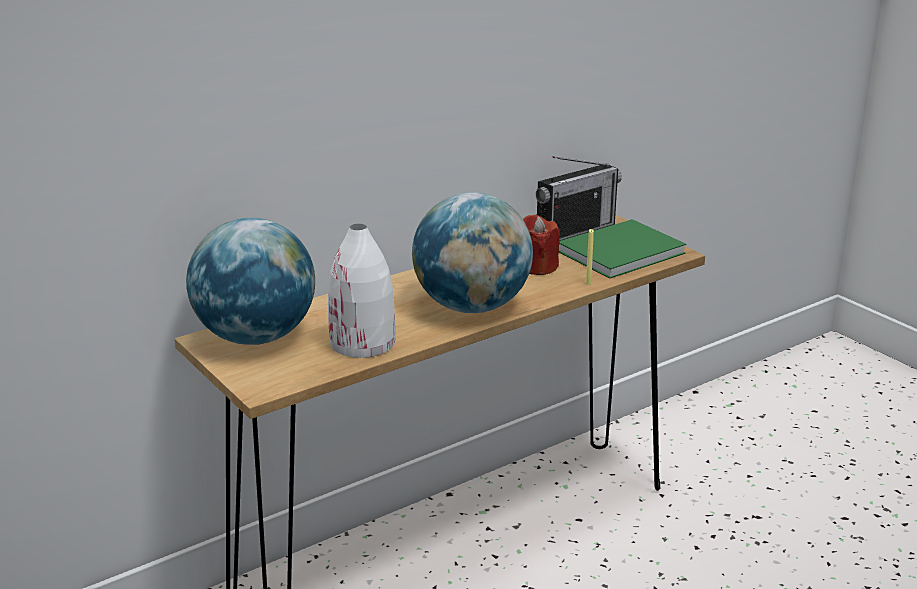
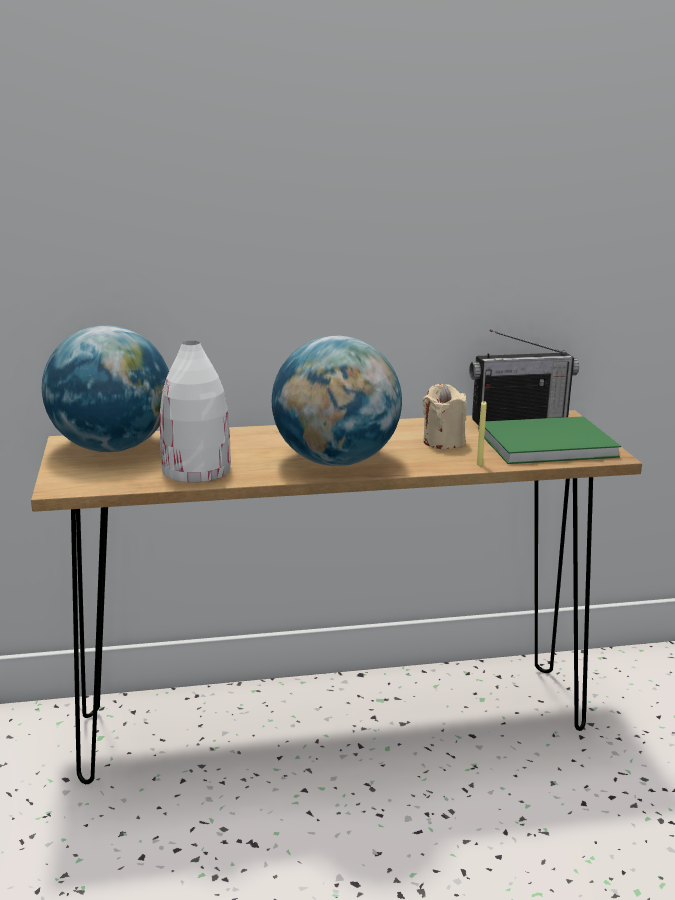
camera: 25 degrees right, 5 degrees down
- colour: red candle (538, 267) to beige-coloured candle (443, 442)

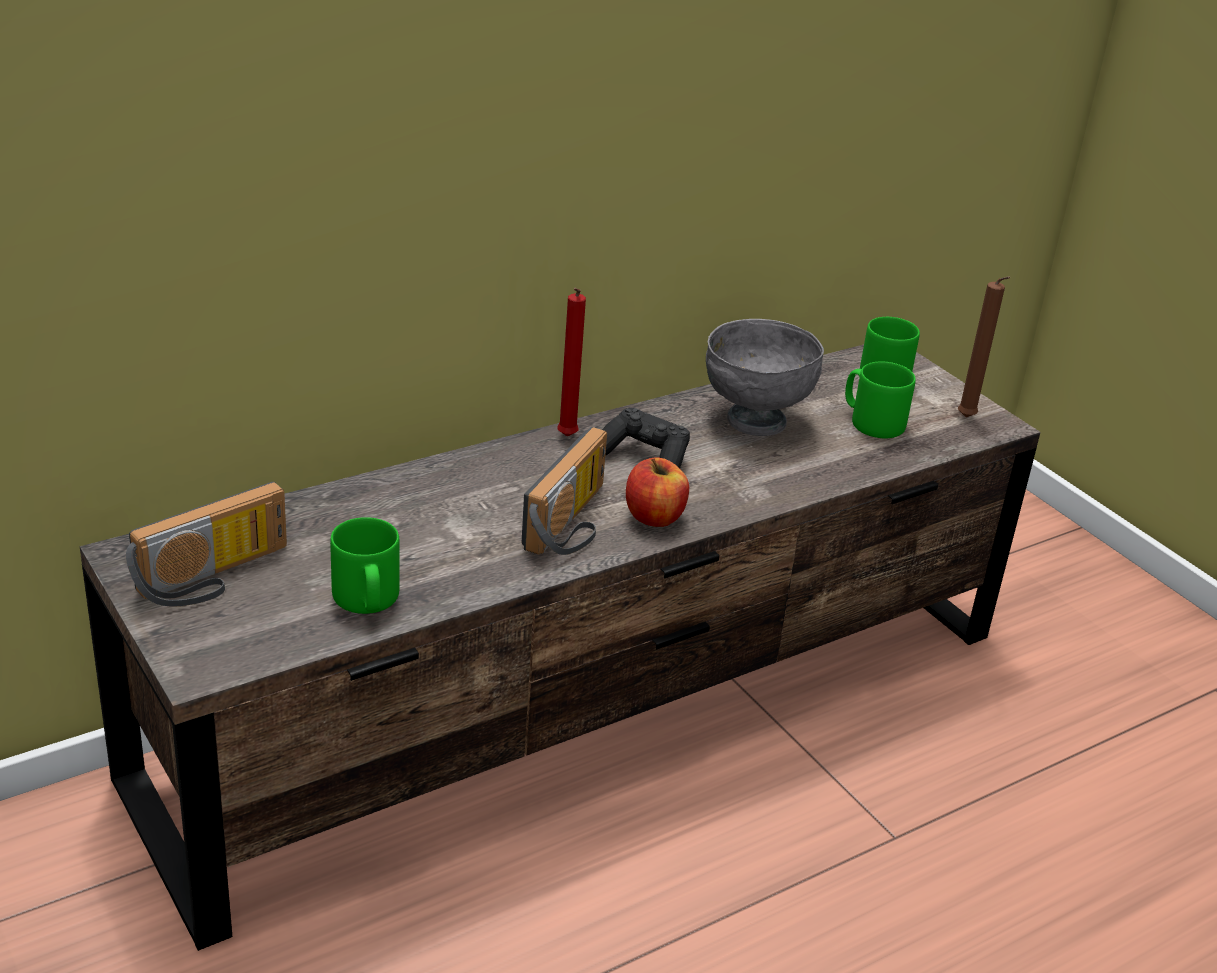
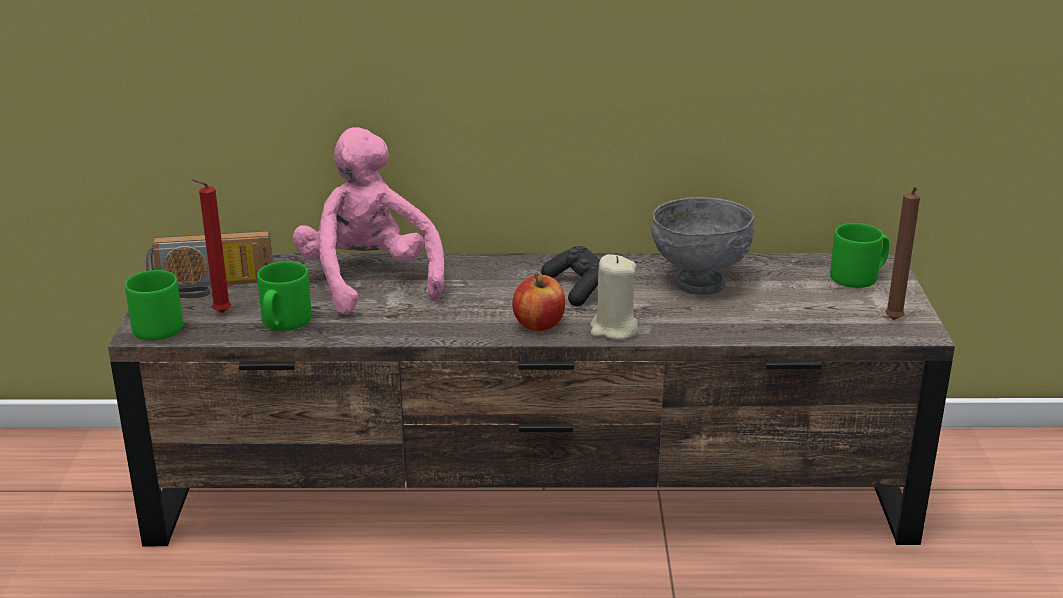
camera: 35 degrees right, 5 degrees down
- missing: radio (574, 523)
- appeared: pinkish soft toy (369, 281)
- appeared: beige-coloured candle (614, 329)
- relocated: red candle (566, 438) to (219, 314)
- relocated: greenish coffee mug (872, 422) to (157, 326)

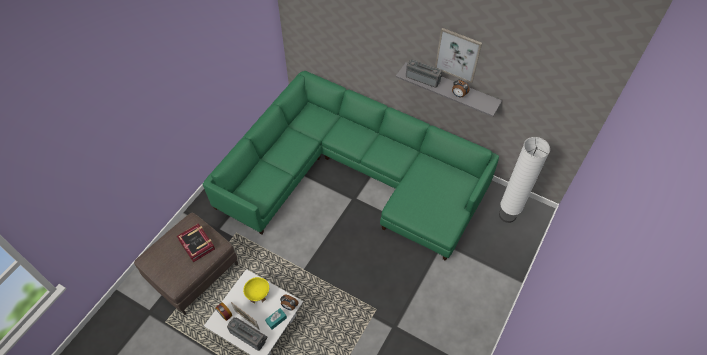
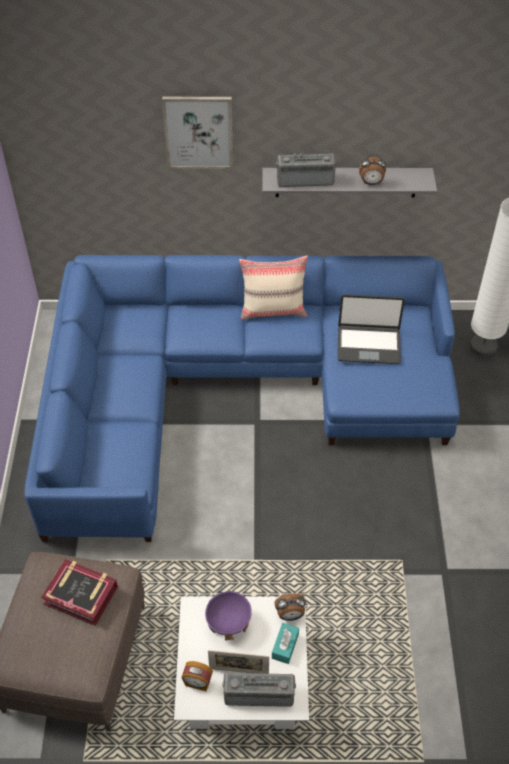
camera: 30 degrees left, 5 degrees down
- appeared: beige-coloured pillow (273, 310)
- appeared: laptop (368, 344)
- relocated: wall picture (458, 55) to (198, 132)
- colour: greenish settee (353, 175) to bluish settee (232, 388)
- colour: yellow-coloured bowl (258, 294) to purple-coloured bowl (228, 624)

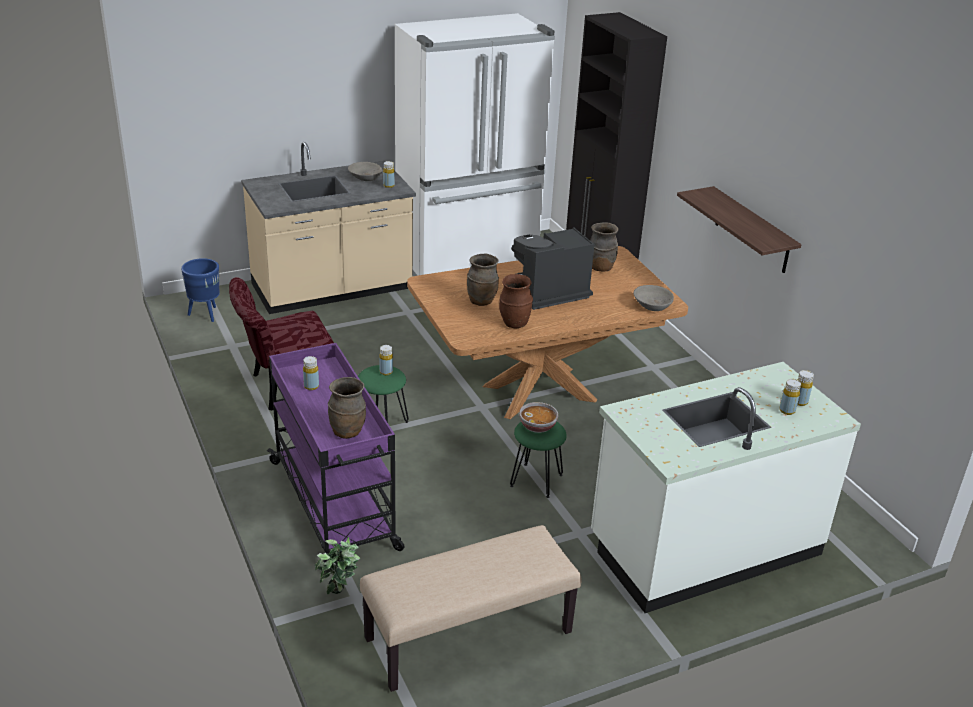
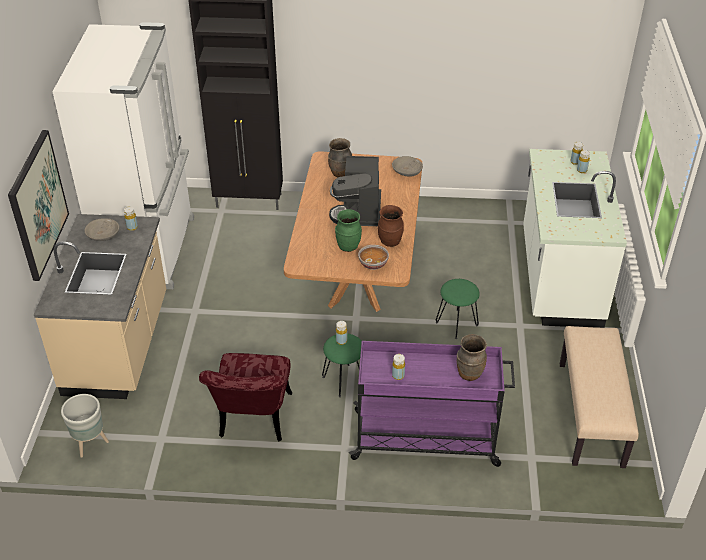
camera: 60 degrees left, 10 degrees up
- missing: plant in a pot (339, 596)
- missing: shelf (752, 230)
- appeared: wall picture (37, 205)
- relocated: bowl (538, 426) to (373, 264)
- colour: bluish planter (205, 315) to gray planter (91, 444)
- colour: brown vase (481, 301) to greenish vase (348, 246)

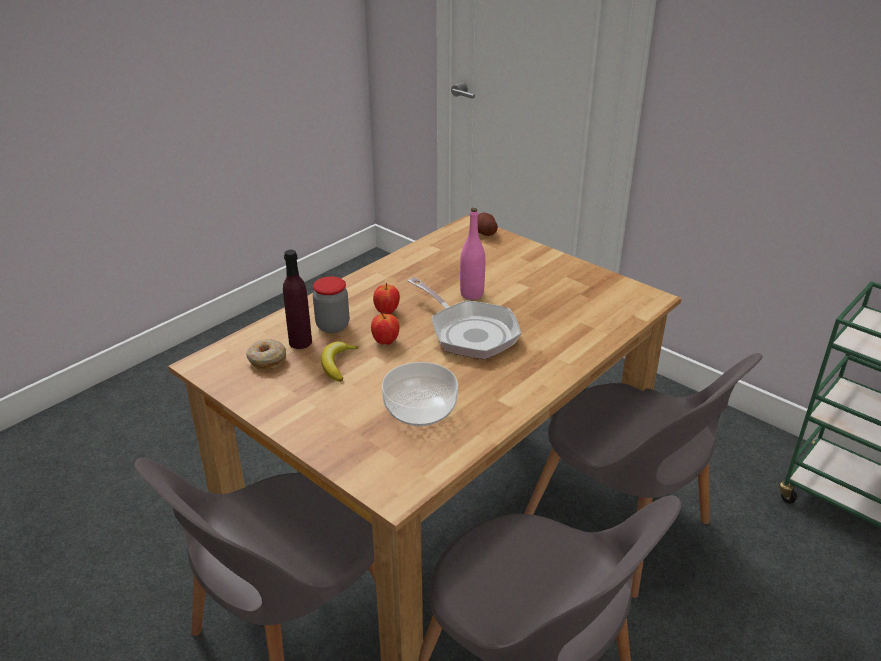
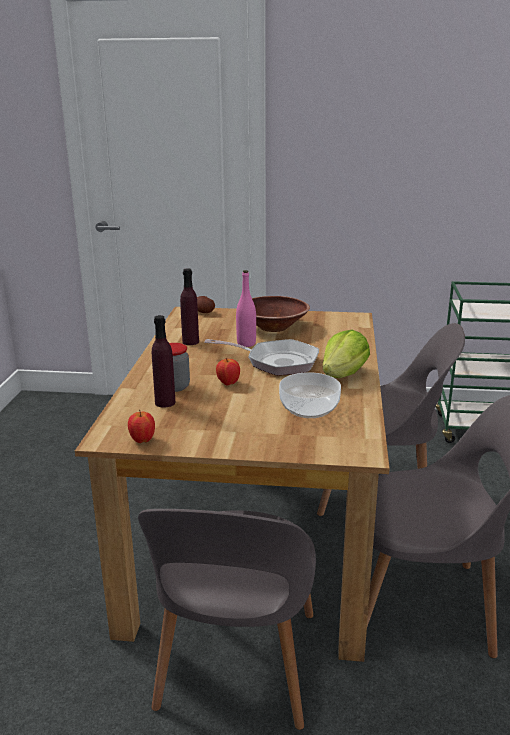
camera: 35 degrees left, 10 degrees down
- missing: ring doughnut (266, 360)
- missing: banana (337, 364)
- appeared: purple-coloured bottle (190, 342)
- appeared: brown bowl (273, 327)
- appeared: lettuce (344, 375)
- relocated: apple (387, 311) to (142, 440)

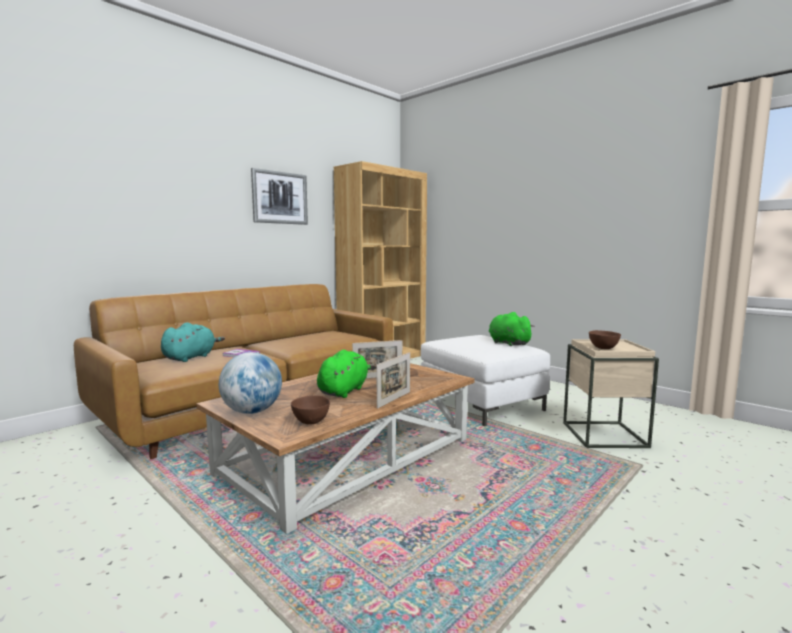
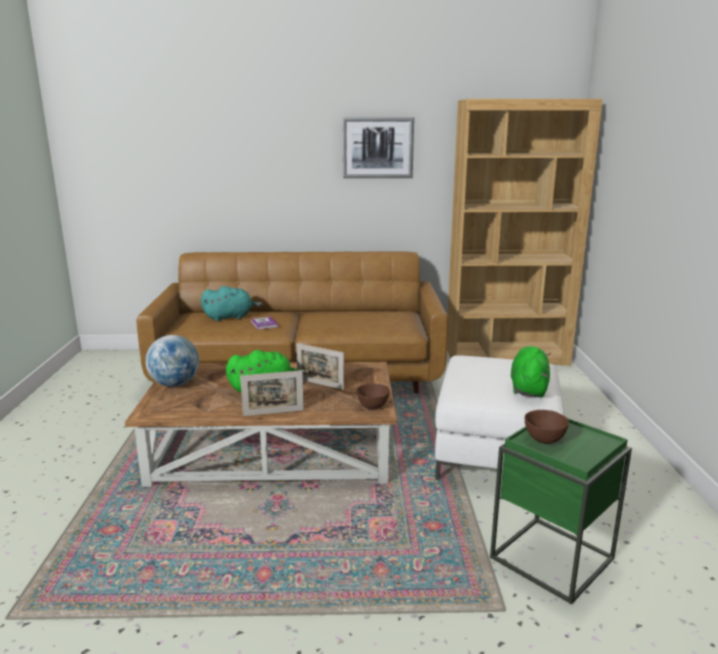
camera: 45 degrees right, 10 degrees up
- relocated: brown bowl (311, 421) to (373, 406)
- colour: beige-coloured accent table (603, 434) to greenish accent table (551, 557)

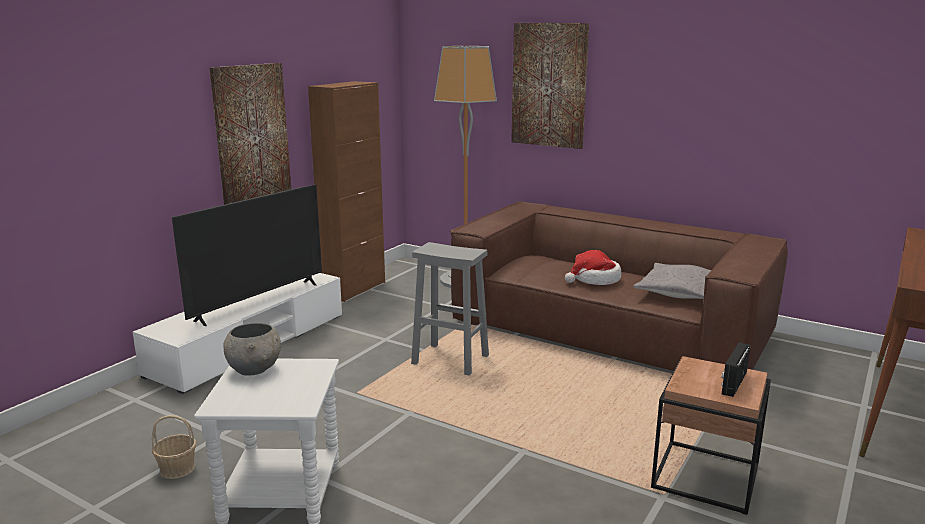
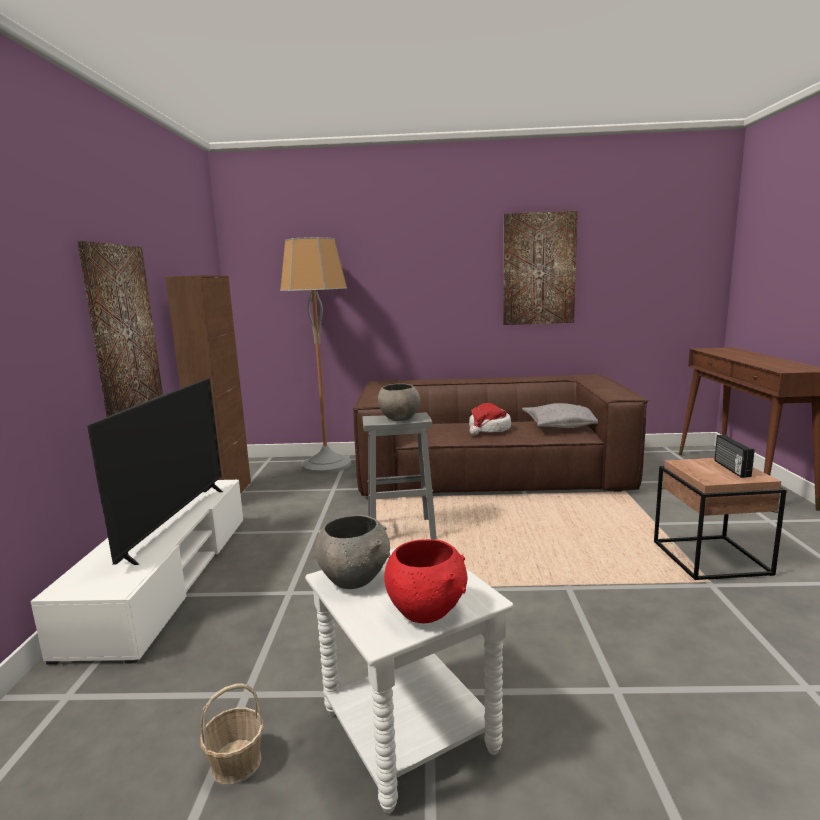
camera: 30 degrees left, 5 degrees down
- appeared: gray bowl (399, 418)
- appeared: red bowl (426, 610)
- relocated: wall picture (549, 85) to (539, 269)

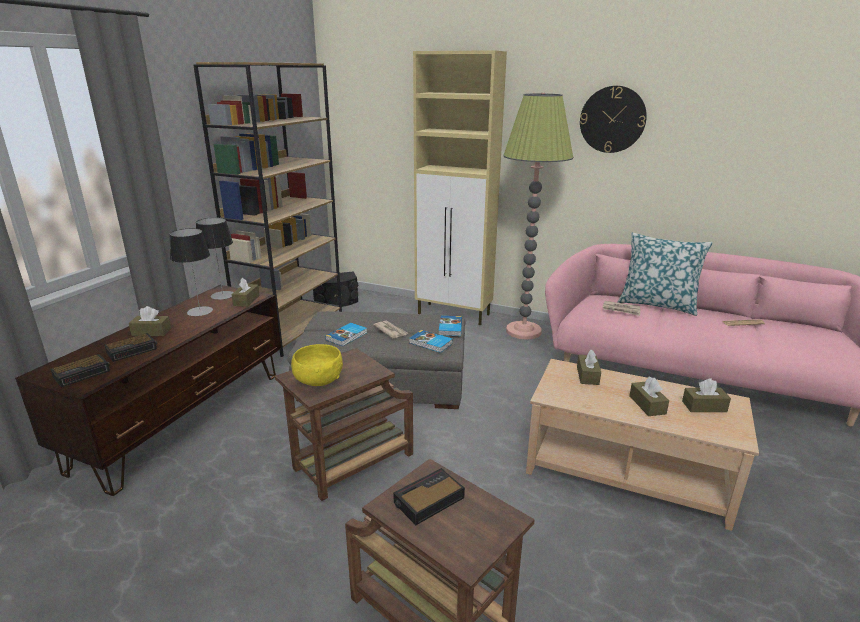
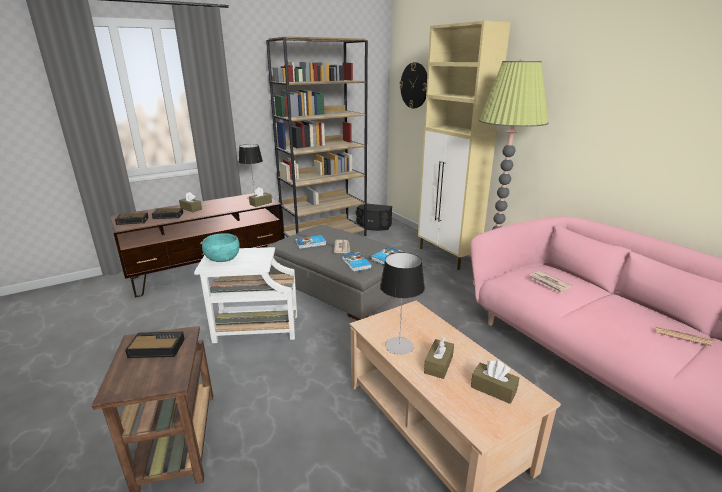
camera: 35 degrees right, 0 degrees up
- missing: brown tissue box (587, 375)
- missing: pillow (657, 304)
- relocated: tabletop lamp (200, 311) to (399, 345)
- relocated: hanging clock (612, 119) to (414, 85)
- colour: brown accent table (350, 463) to white accent table (254, 329)
- colour: yellow-coloured bowl (318, 380) to turquoise-coloured bowl (222, 259)

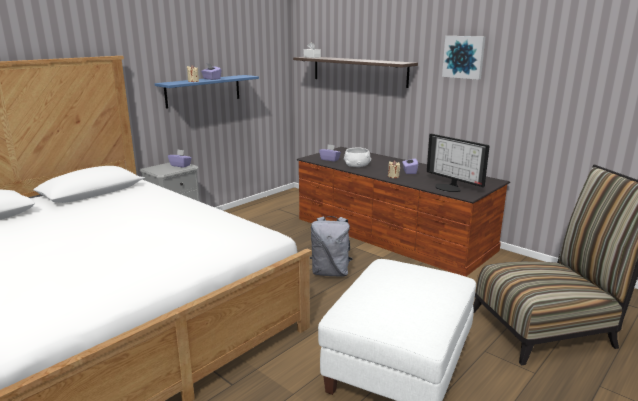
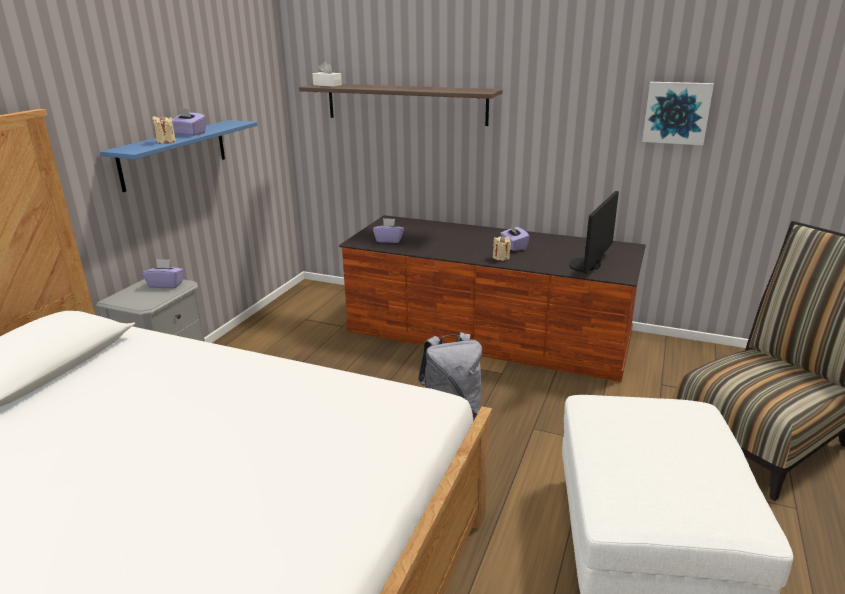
camera: 20 degrees left, 5 degrees up
- missing: white bowl (357, 165)
- relocated: wall picture (464, 57) to (677, 112)
- spun: computer display (449, 187) = (587, 265) 90 degrees clockwise

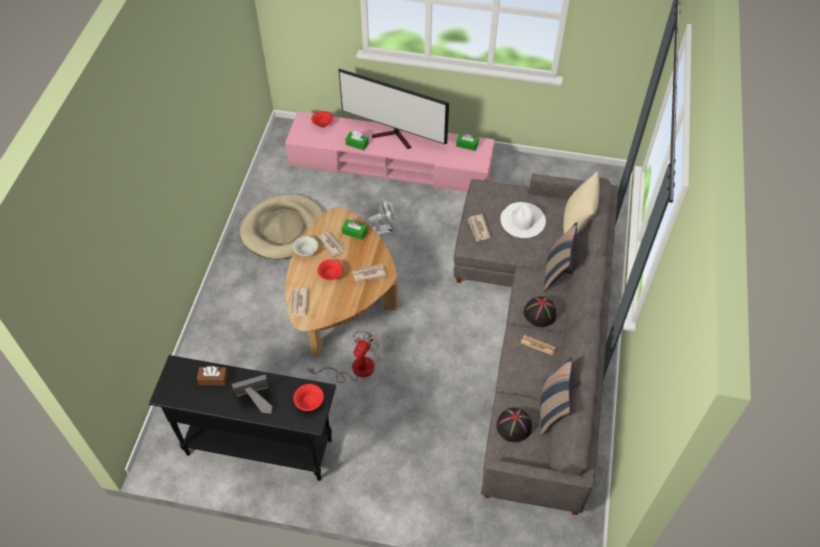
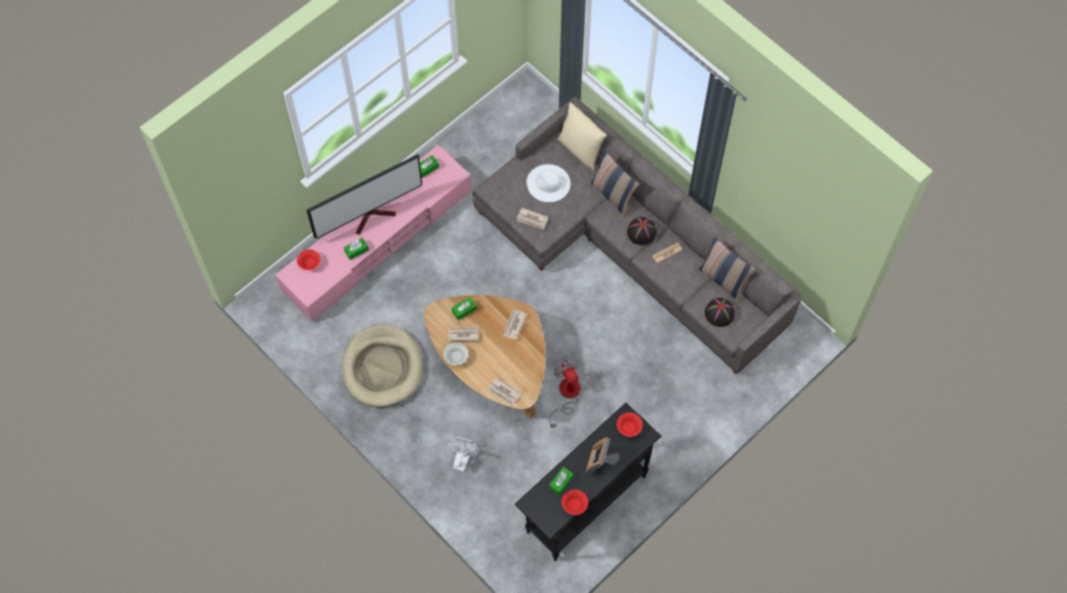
camera: 55 degrees left, 10 degrees up
- relocated: red bowl (330, 275) to (574, 505)
- relocated: white cooling fan (385, 230) to (462, 458)
- colour: brown tissue box (213, 379) to greenish tissue box (561, 482)

